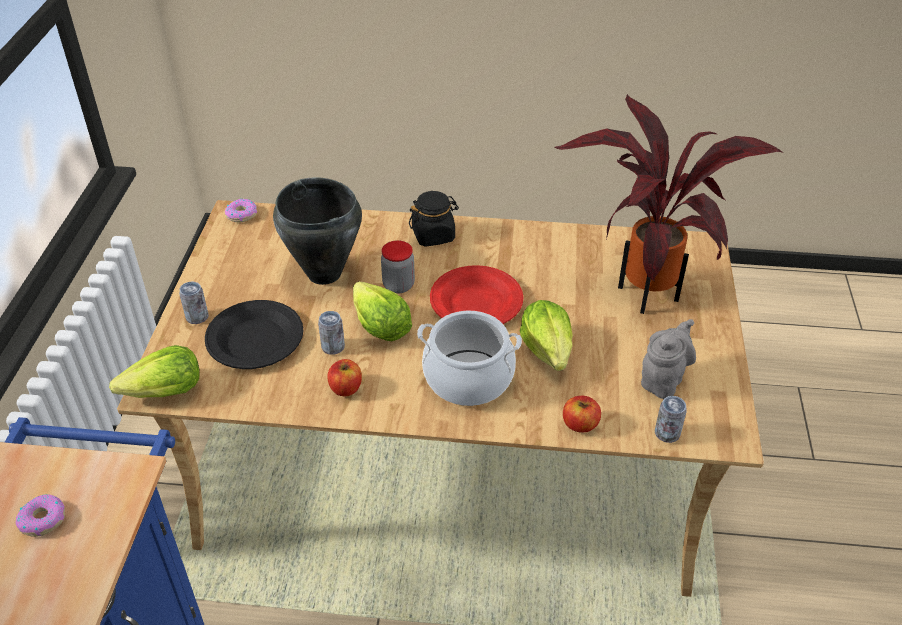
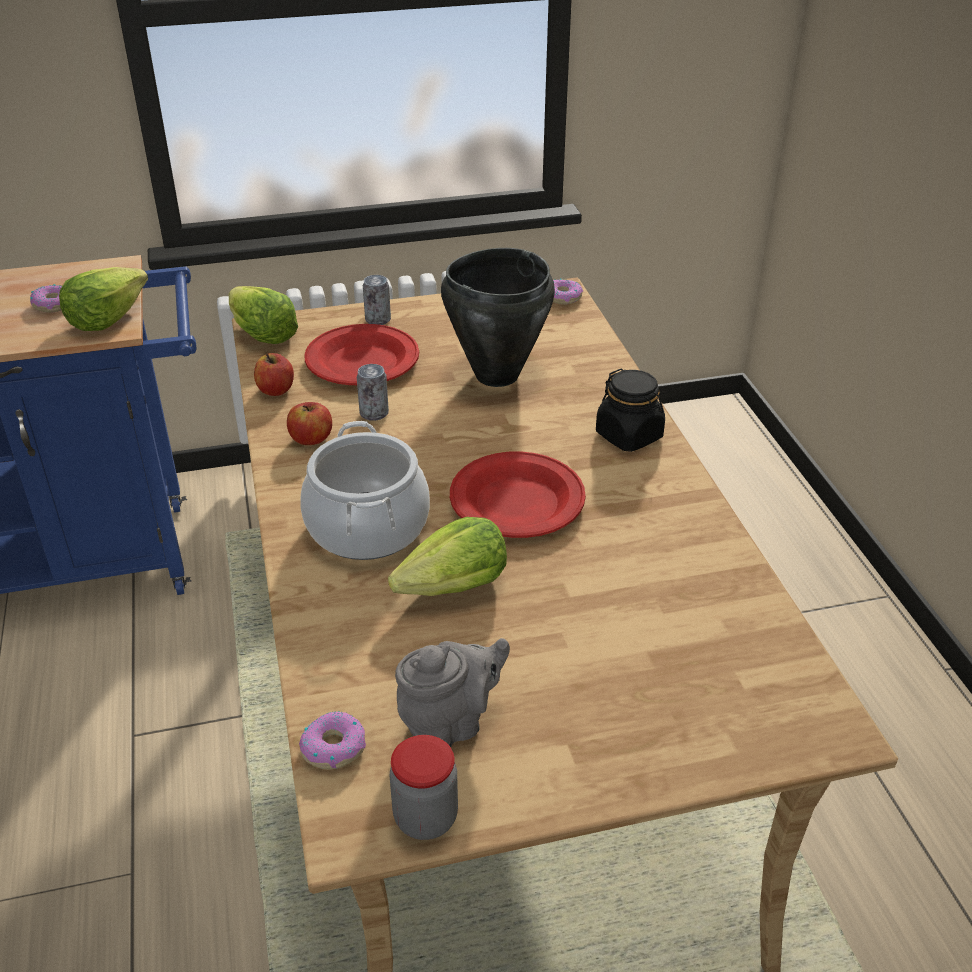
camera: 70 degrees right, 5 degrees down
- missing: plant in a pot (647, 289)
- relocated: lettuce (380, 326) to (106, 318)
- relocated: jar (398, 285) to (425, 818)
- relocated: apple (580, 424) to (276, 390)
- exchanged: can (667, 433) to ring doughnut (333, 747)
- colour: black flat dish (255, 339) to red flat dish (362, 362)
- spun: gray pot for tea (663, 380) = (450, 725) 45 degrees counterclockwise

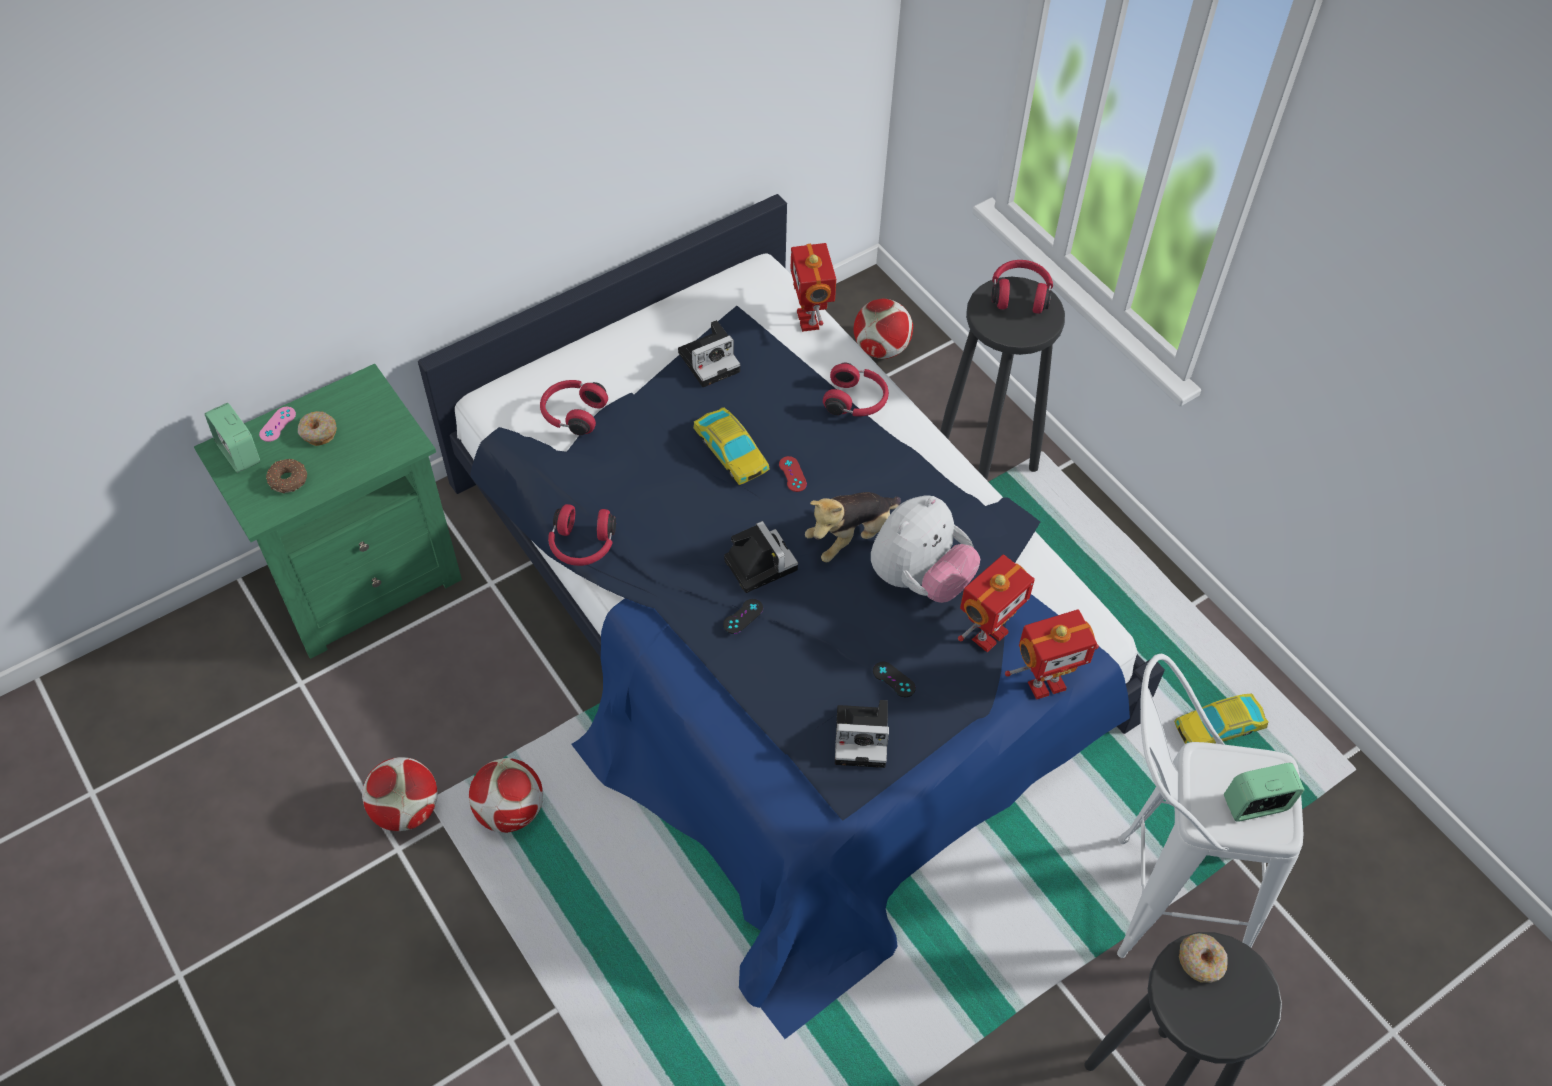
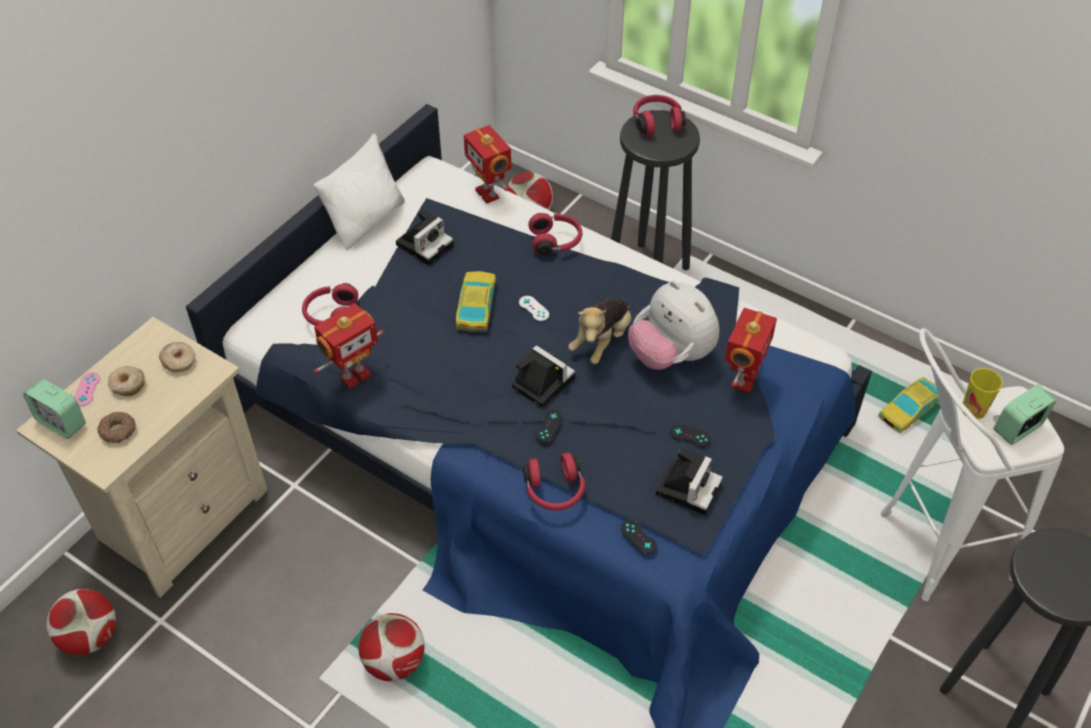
camera: 20 degrees left, 5 degrees down
- appeared: white pillow (366, 220)
- appeared: black gamepad (638, 537)
- appeared: drinking cup (973, 409)
- relocated: football ball (406, 809) to (90, 637)
- relocated: red pair of headphones (582, 545) to (555, 491)
- relocated: robot figure (1045, 684) to (354, 375)
- relocated: ring doughnut (1201, 961) to (179, 361)
- colour: greenish night table (363, 578) to beige-coloured night table (180, 516)
- colour: red gamepad (792, 474) to white gamepad (534, 308)
- spun: miniature car (731, 451) = (476, 306) 120 degrees counterclockwise
- spun: still camera (864, 737) = (688, 486) 45 degrees counterclockwise
- spun: soft toy (919, 578) = (671, 355) 120 degrees clockwise

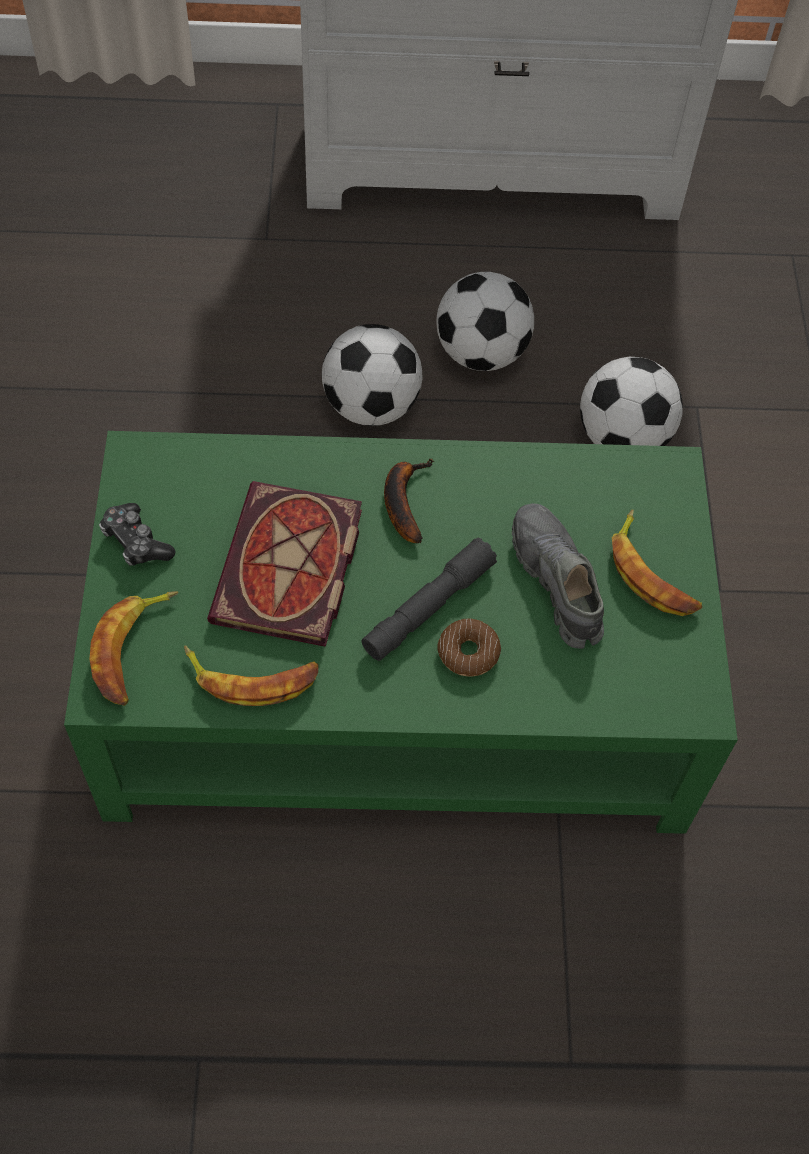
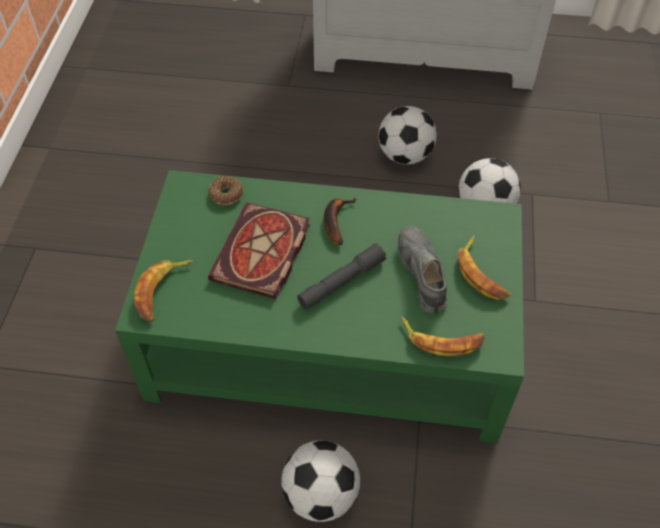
camera: 10 degrees right, 5 degrees down
- missing: gamepad (136, 542)
- relocated: banana (252, 677) to (442, 339)
- relocated: football ball (371, 406) to (320, 494)
- relocated: ring doughnut (468, 652) to (226, 194)

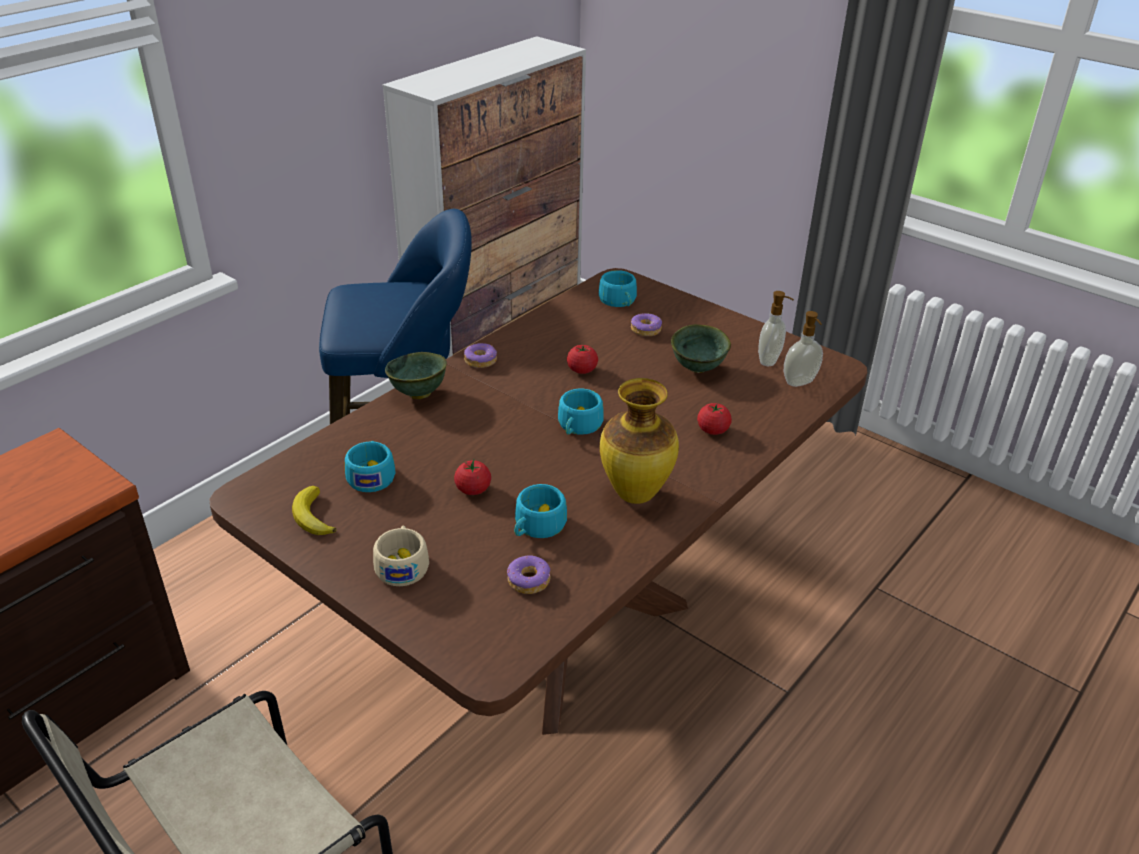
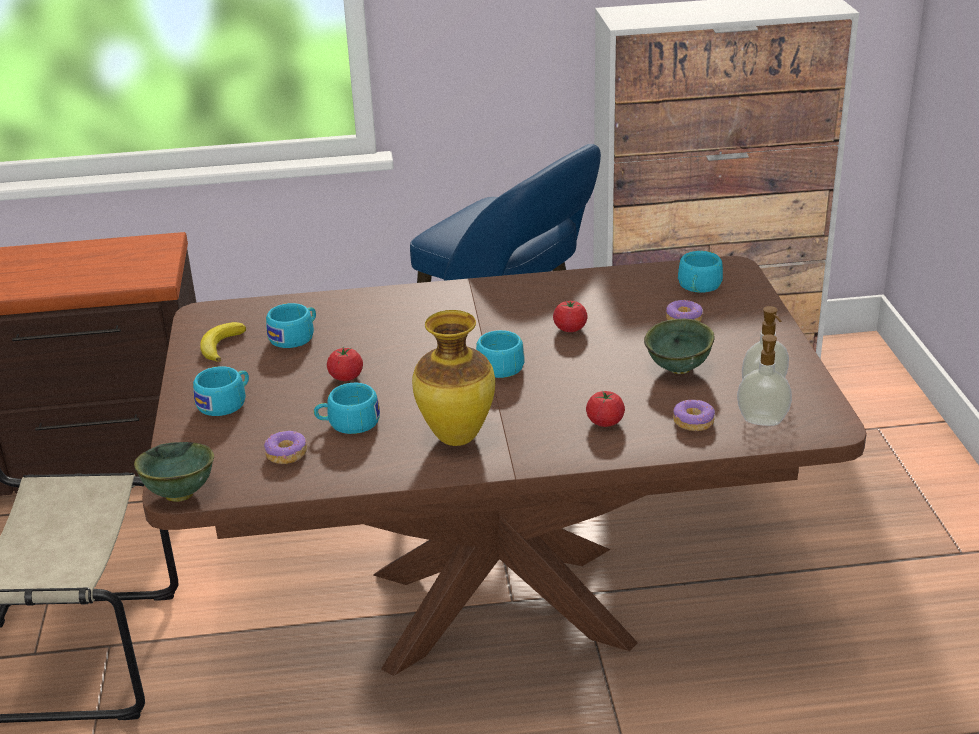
camera: 45 degrees right, 5 degrees down
- relocated: greenish bowl (418, 394) to (178, 494)
- relocated: ring doughnut (480, 361) to (693, 422)
- colour: beige-coloured drinking cup (402, 565) to turquoise-coloured drinking cup (226, 402)

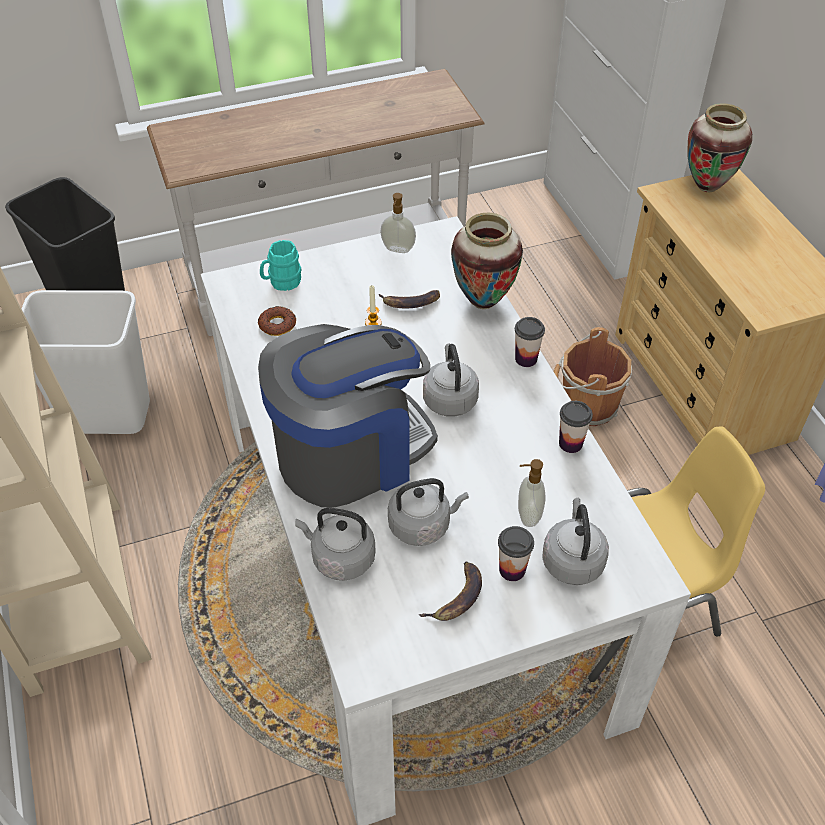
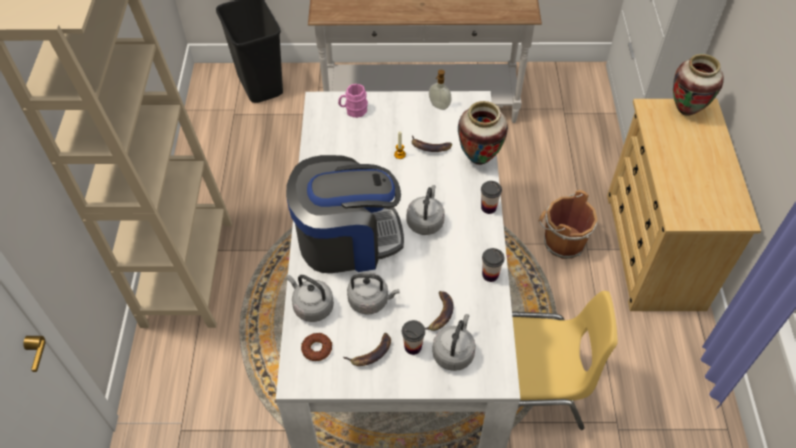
camera: 20 degrees right, 5 degrees up
- missing: white rubbish bin (108, 414)
- relocated: ring doughnut (277, 325) to (317, 349)
- exchanged: liquid soap bottle (527, 515) to banana (439, 314)
- colour: turquoise-coloured coffee mug (281, 282) to pinkish coffee mug (353, 110)

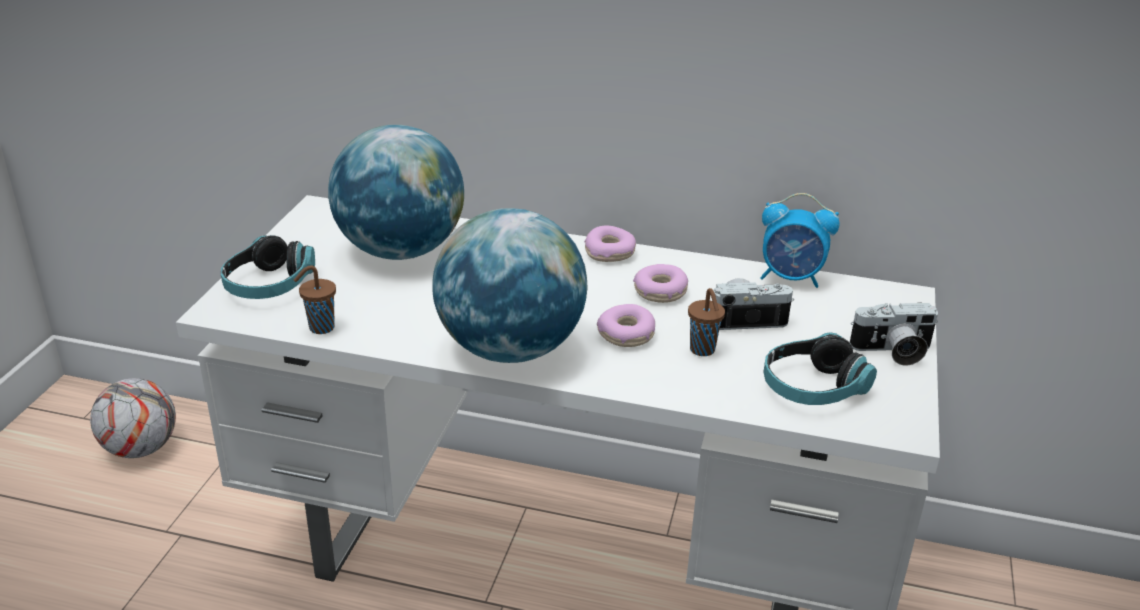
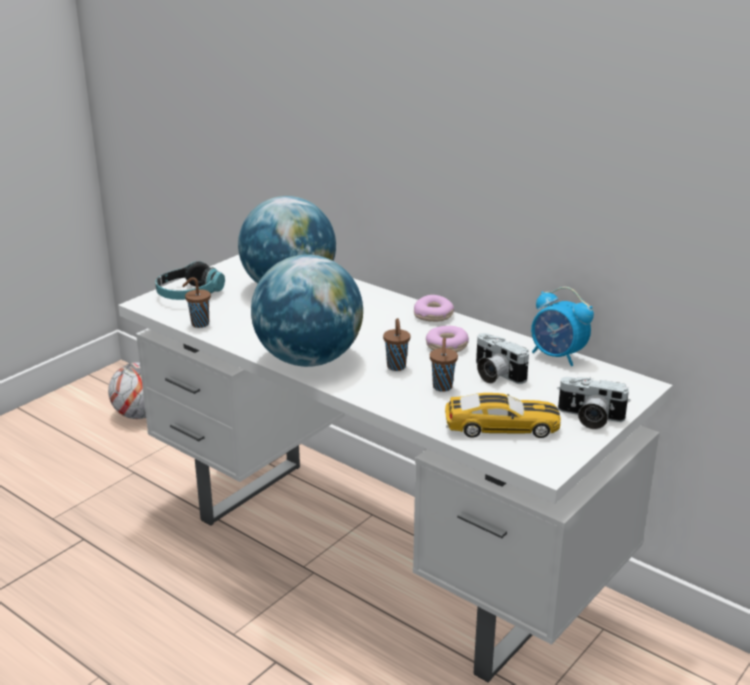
camera: 25 degrees right, 5 degrees down
- exchanged: ring doughnut (626, 335) to brown drinking cup (396, 367)
- exchanged: pair of headphones (813, 387) to miniature car (502, 426)
- spun: still camera (746, 318) = (495, 375) 150 degrees counterclockwise

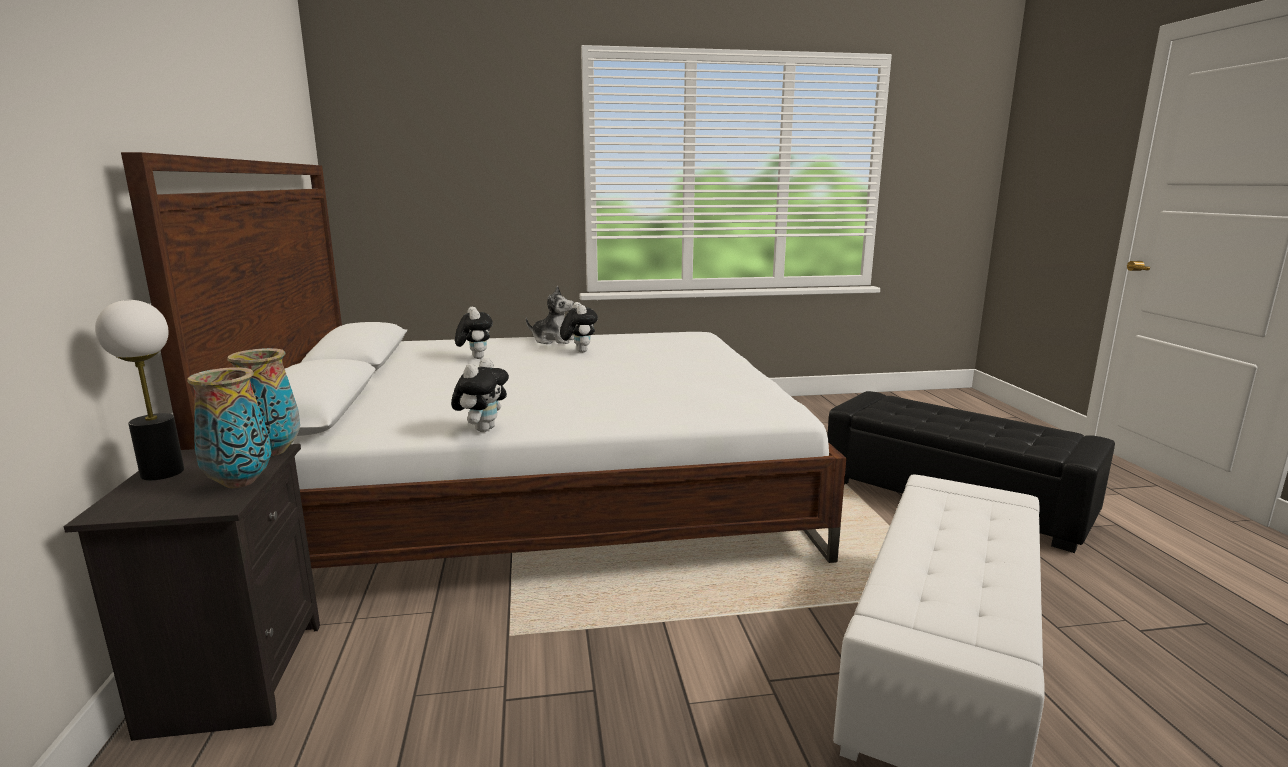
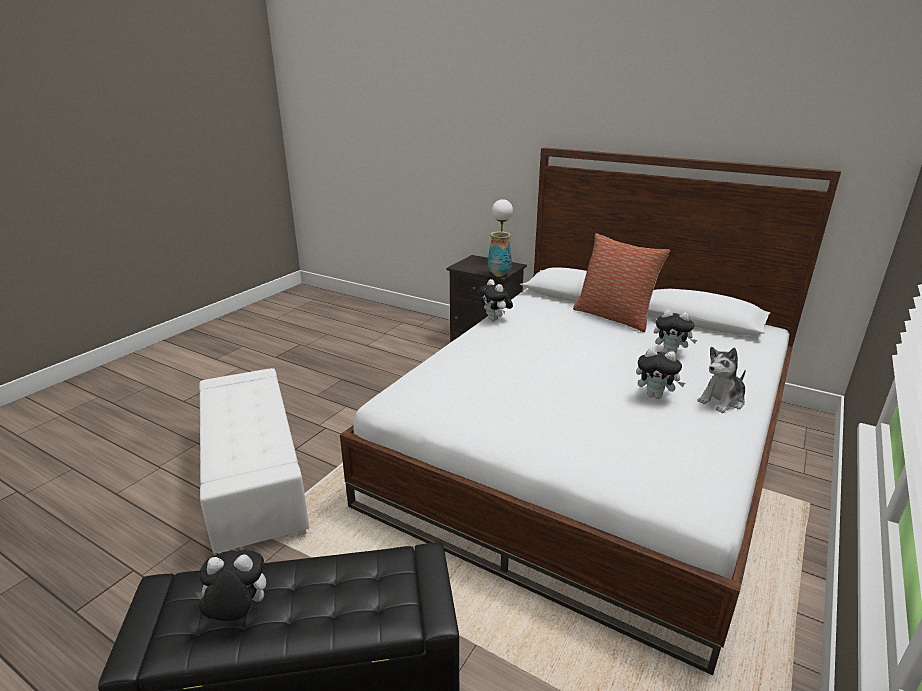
camera: 130 degrees right, 10 degrees up
- missing: vase (239, 483)
- appeared: soft toy (237, 614)
- appeared: pillow (614, 316)

